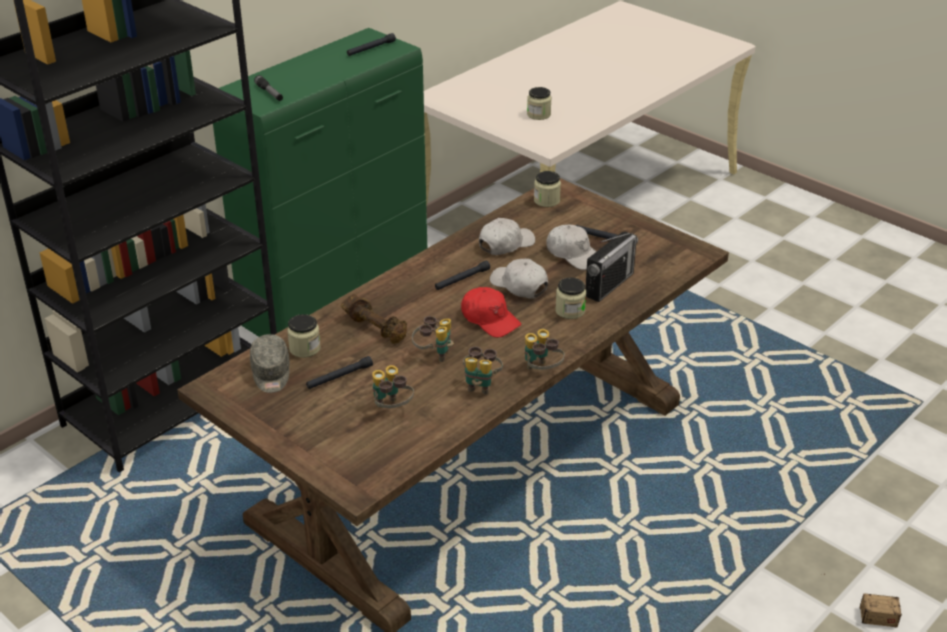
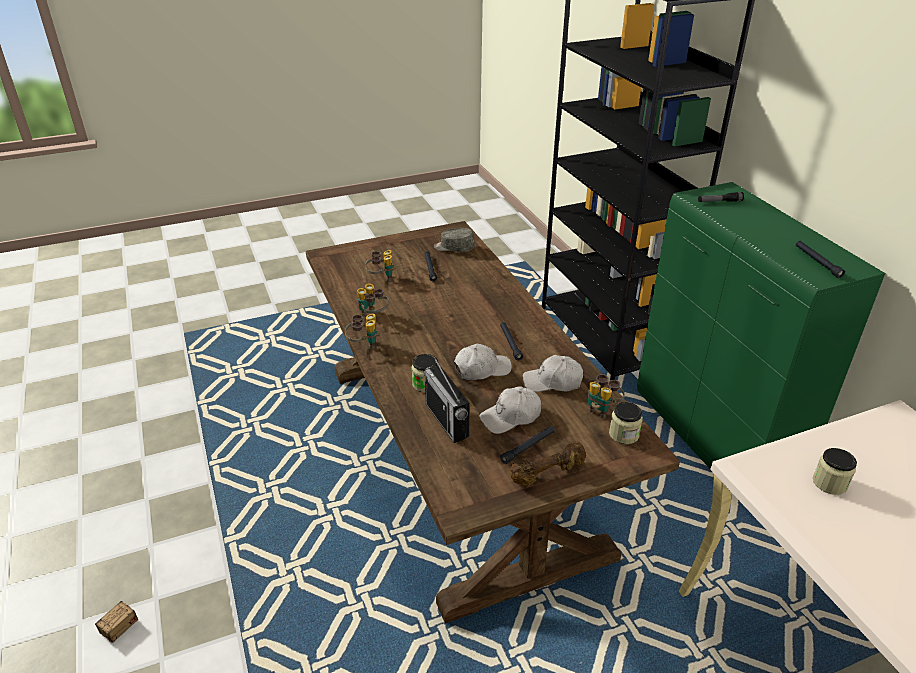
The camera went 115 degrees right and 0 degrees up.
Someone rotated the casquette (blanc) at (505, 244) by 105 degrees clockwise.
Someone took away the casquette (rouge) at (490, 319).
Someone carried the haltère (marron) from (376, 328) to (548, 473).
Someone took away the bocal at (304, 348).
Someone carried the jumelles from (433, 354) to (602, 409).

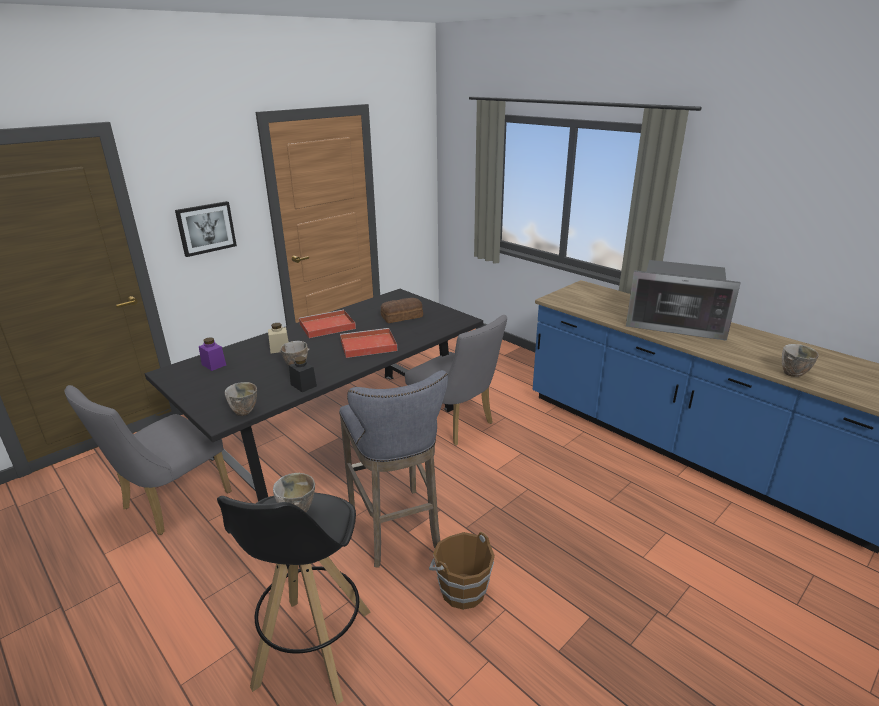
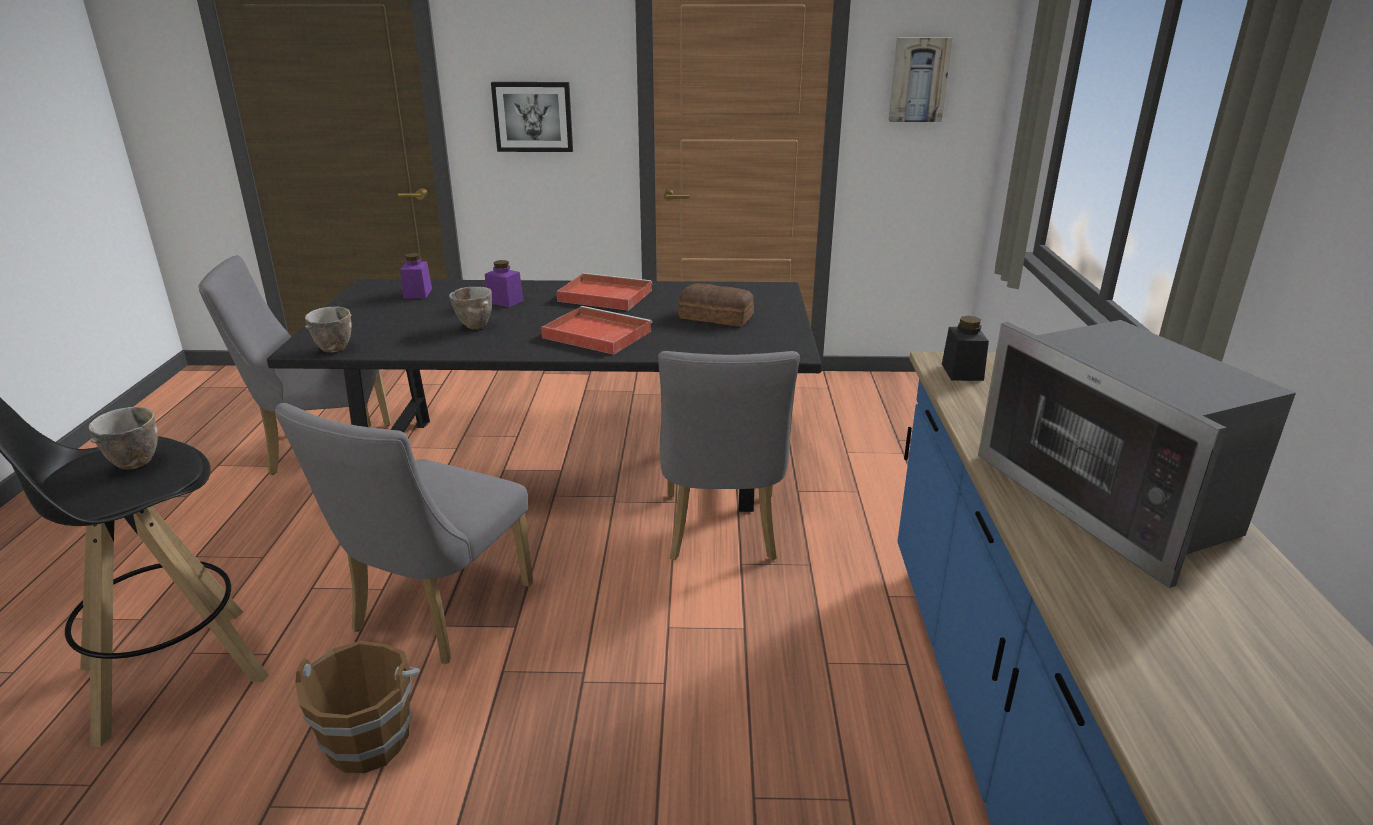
The camera went 45 degrees right and 0 degrees up.
Someone repainted the bocal (beige) at (280, 349), which became the bocal (violet) at (505, 301).
Someone took away the bol at (792, 374).
Someone carried the bocal (noir) from (303, 385) to (962, 372).
Someone swapped the tabouret (gris) at (396, 530) for the chaise (gris) at (434, 614).
Someone put up the tableau at (918, 80).

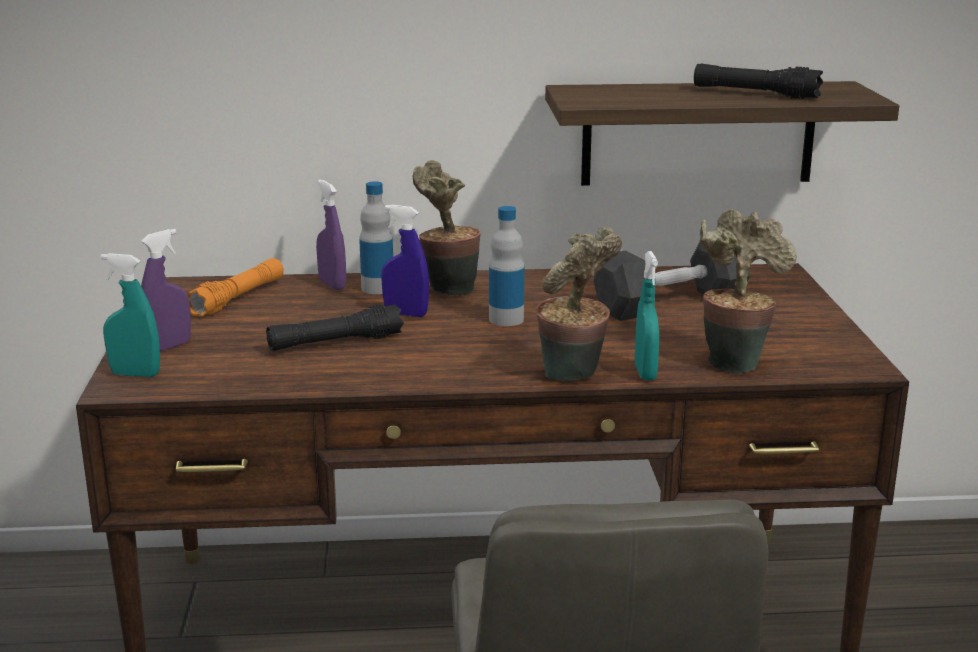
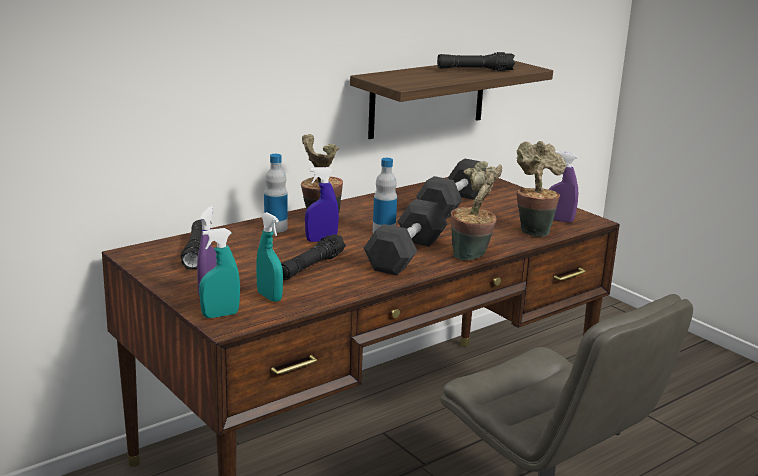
The camera went 35 degrees left and 0 degrees up.
Someone carried the vaporisateur (violet) from (332, 285) to (559, 220).
Someone carried the vaporisateur (turquoise) from (645, 373) to (269, 297).
Someone repainted the lampe de poche (orange) at (238, 298), which became the lampe de poche (noir) at (196, 252).
Someone put down the haltère (noir) at (406, 255).

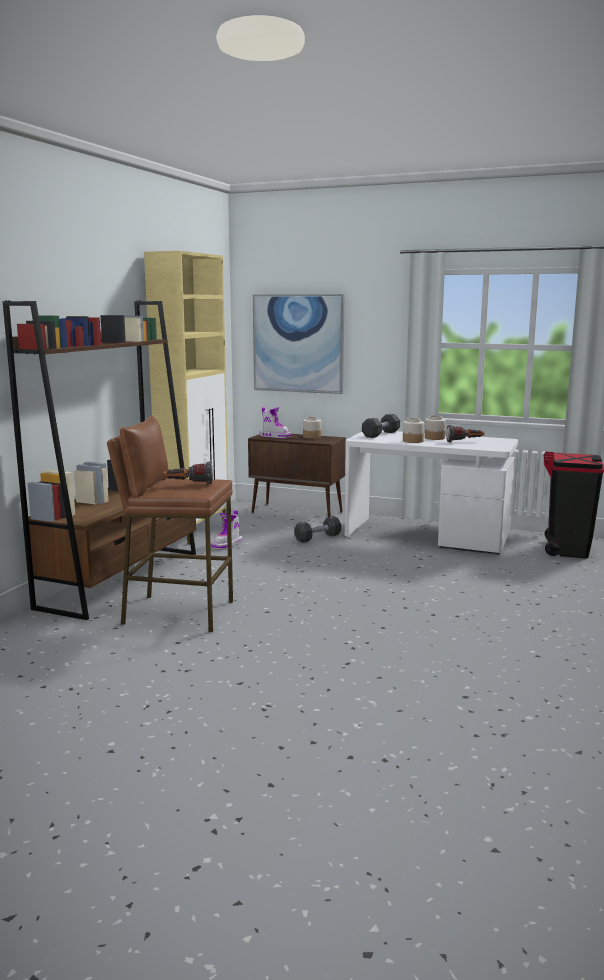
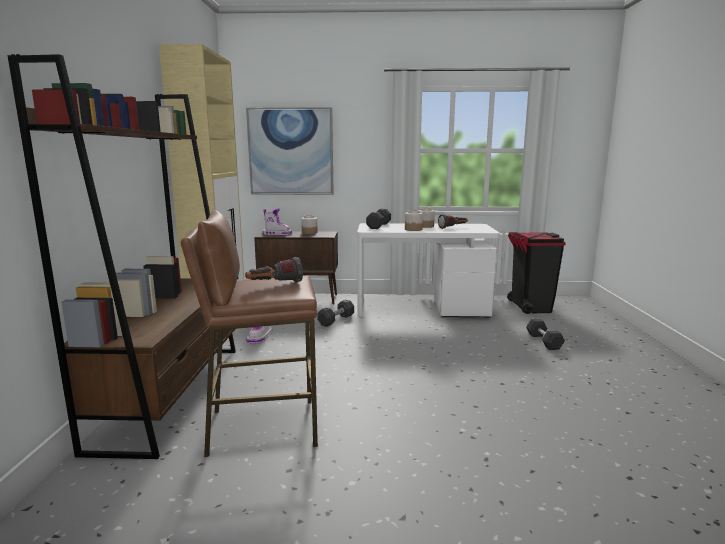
The camera went 20 degrees left and 0 degrees up.
Someone put down the haltère (gris) at (543, 341).

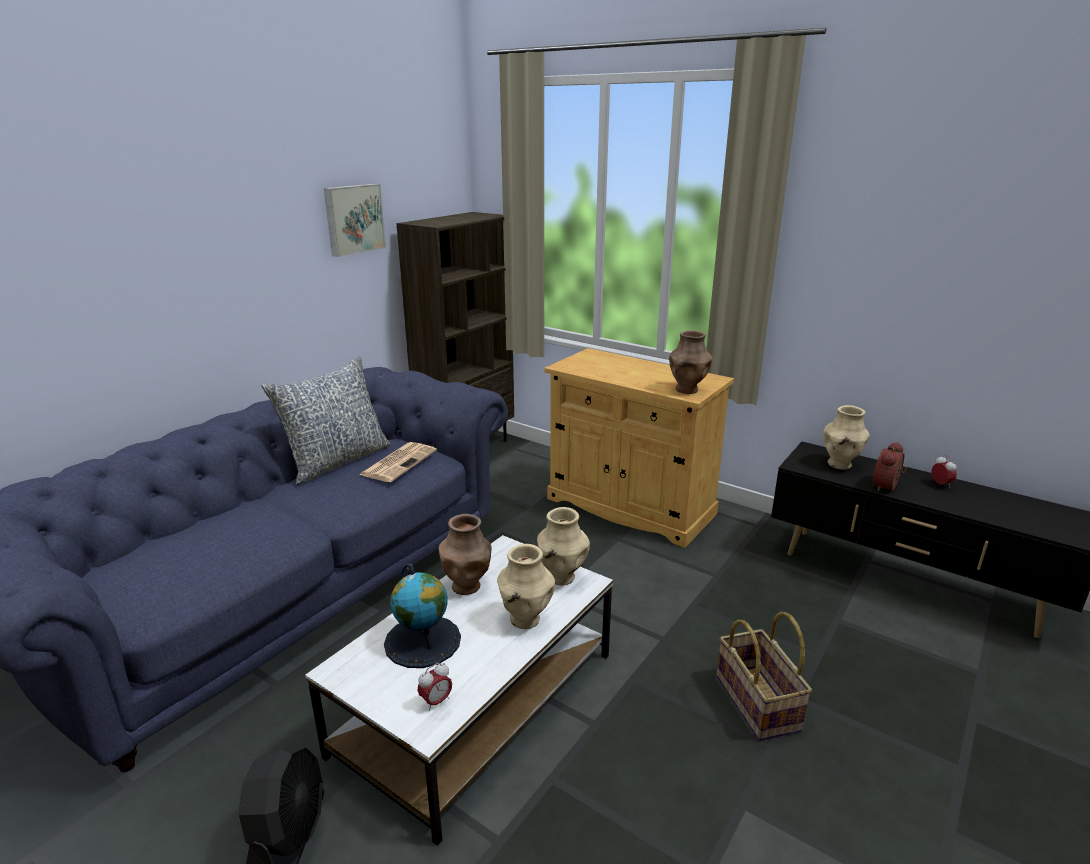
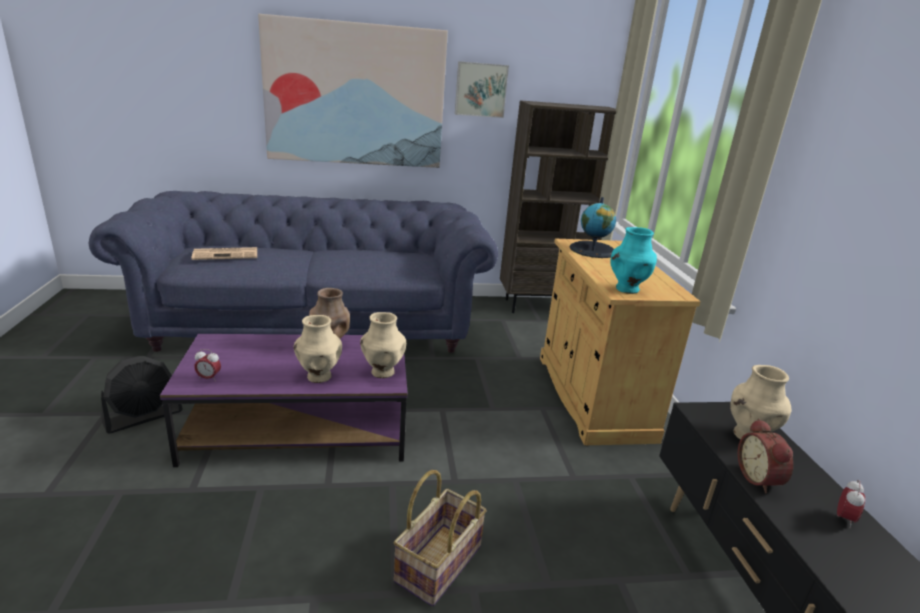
The camera went 45 degrees right and 0 degrees up.
Someone repainted the vase (marron) at (687, 390), which became the vase (turquoise) at (627, 289).
Someone took away the coussin at (337, 461).
Someone carried the journal from (399, 462) to (226, 254).
Someone rotated the réveil at (887, 487) by 90 degrees counterclockwise.
Someone repainted the table basse (blanc) at (478, 701), which became the table basse (violet) at (301, 427).
Someone carried the globe from (423, 641) to (593, 250).
Someone put up the tableau at (355, 95).

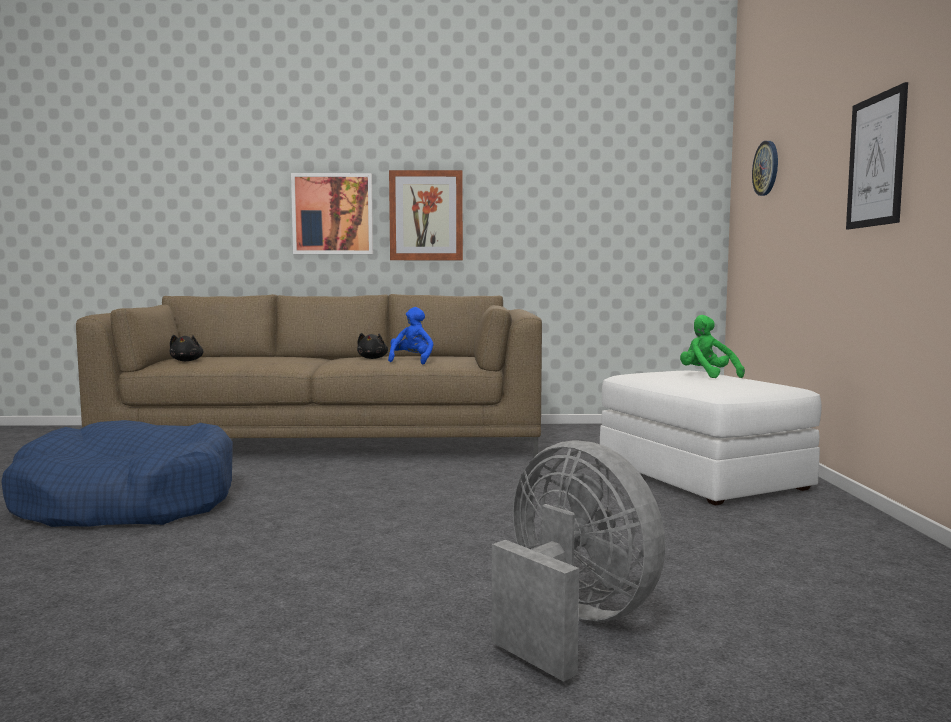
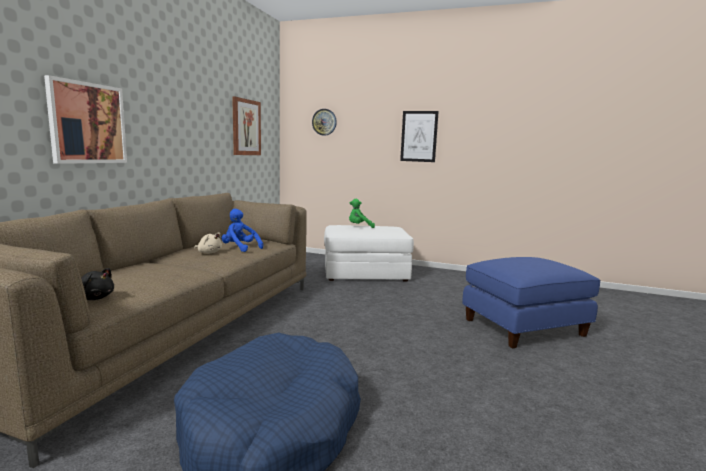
The camera went 70 degrees left and 5 degrees up.
Someone carried the tableau from (426, 216) to (246, 127).
Someone repainted the peluche (noir) at (373, 358), which became the peluche (beige) at (209, 252).
Someone swapped the ventilateur (gris) at (571, 624) for the pouf (bleu) at (524, 328).

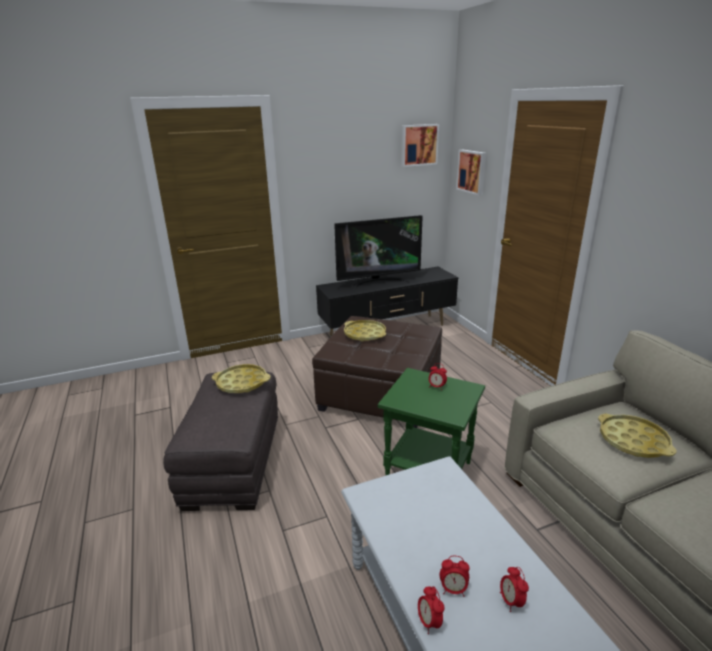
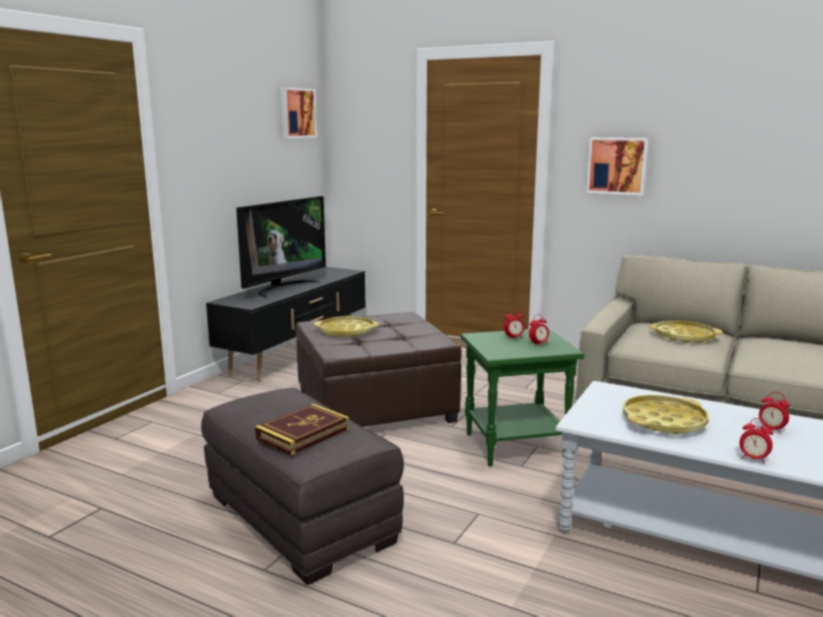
The camera went 40 degrees left and 10 degrees down.
Someone carried the tableau from (472, 171) to (617, 165).
Someone carried the plateau (jaune) from (242, 383) to (663, 421).
Someone carried the réveil from (453, 589) to (538, 344).
Someone put down the livre at (303, 433).

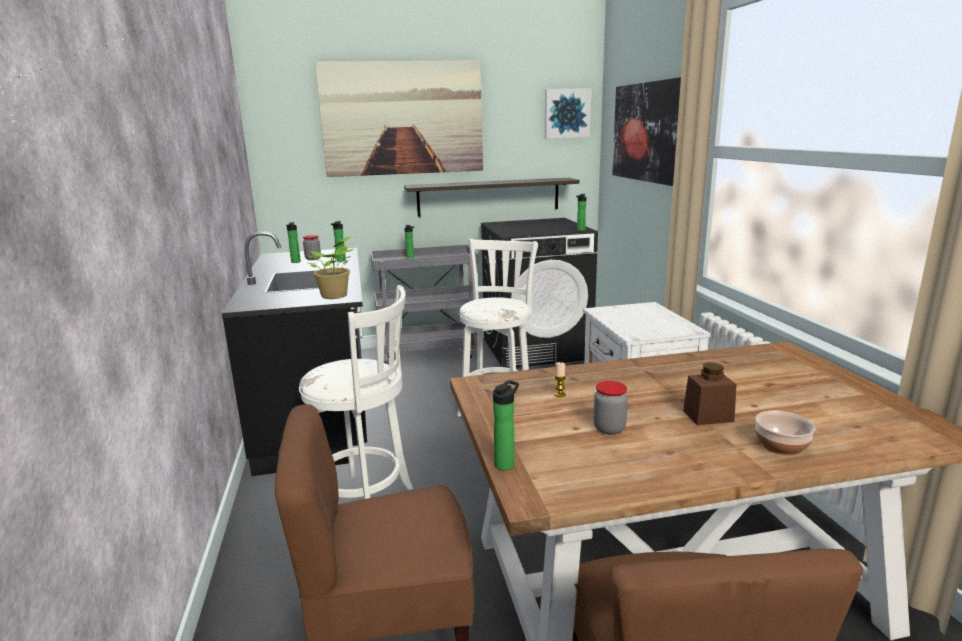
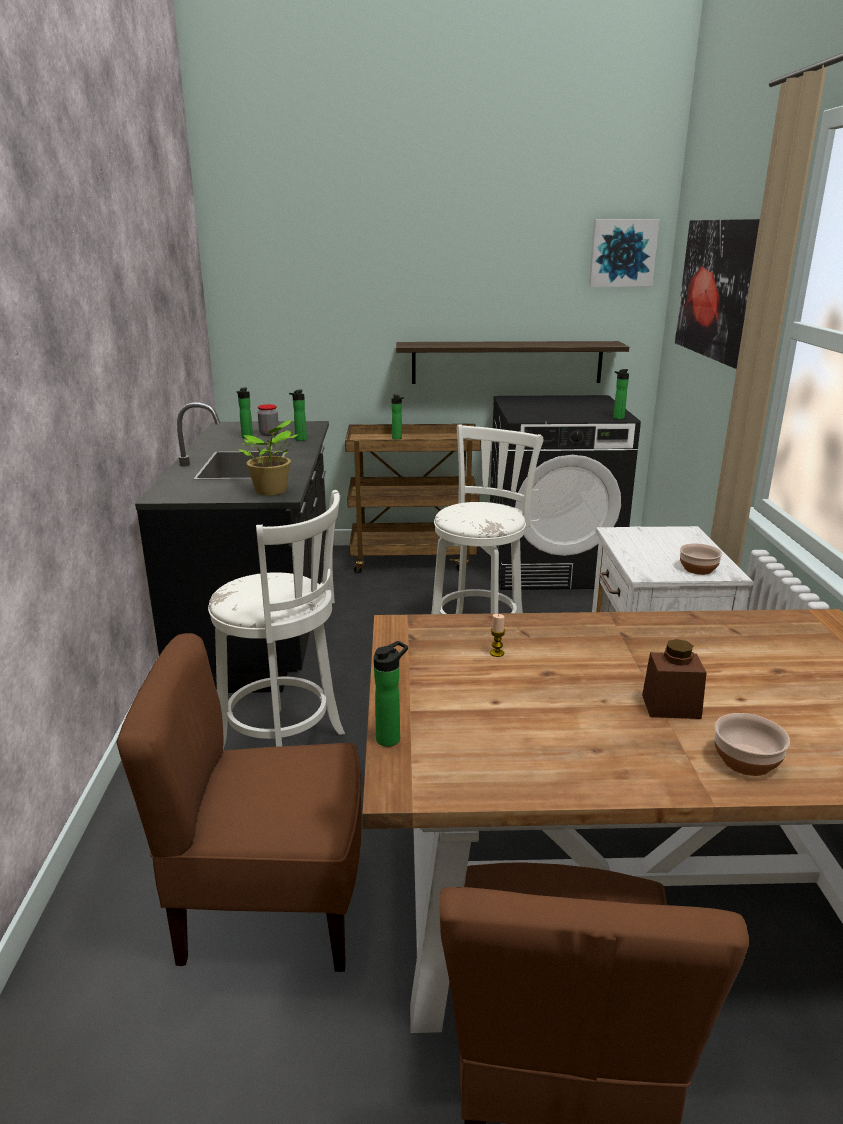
The camera went 10 degrees right and 5 degrees up.
Someone took away the tableau at (402, 119).
Someone repainted the chariot (gris) at (429, 353), which became the chariot (marron) at (414, 559).
Someone took away the bocal at (609, 428).
Someone put down the bol at (697, 569).

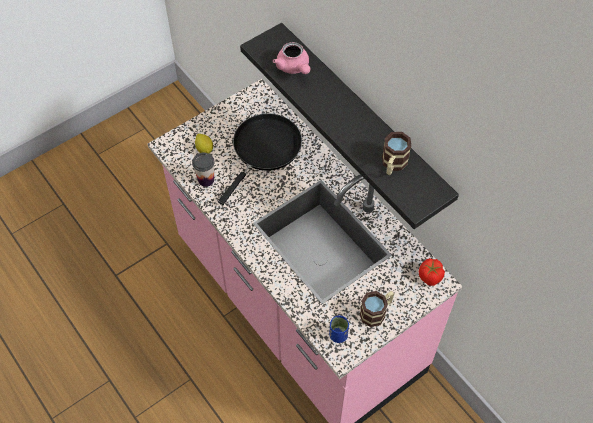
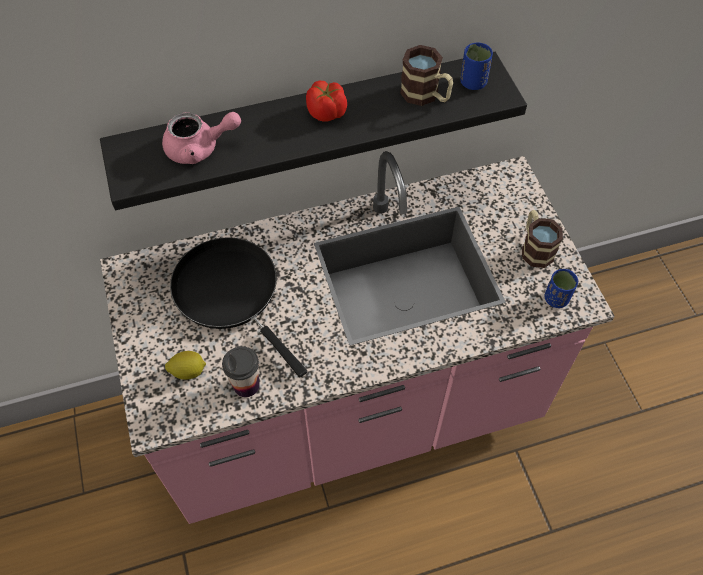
The camera went 70 degrees left and 0 degrees up.
Someone carried the tomate from (430, 276) to (327, 112).
Someone put down the tasse (bleu) at (473, 82).

